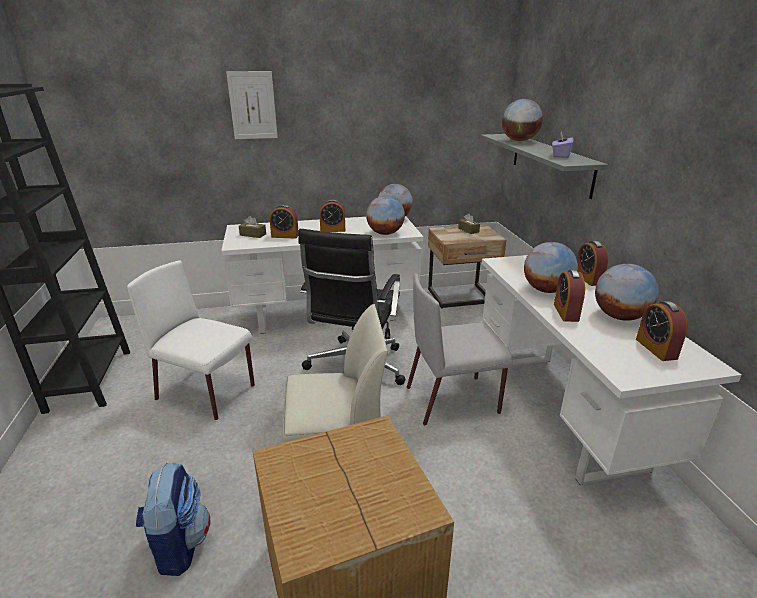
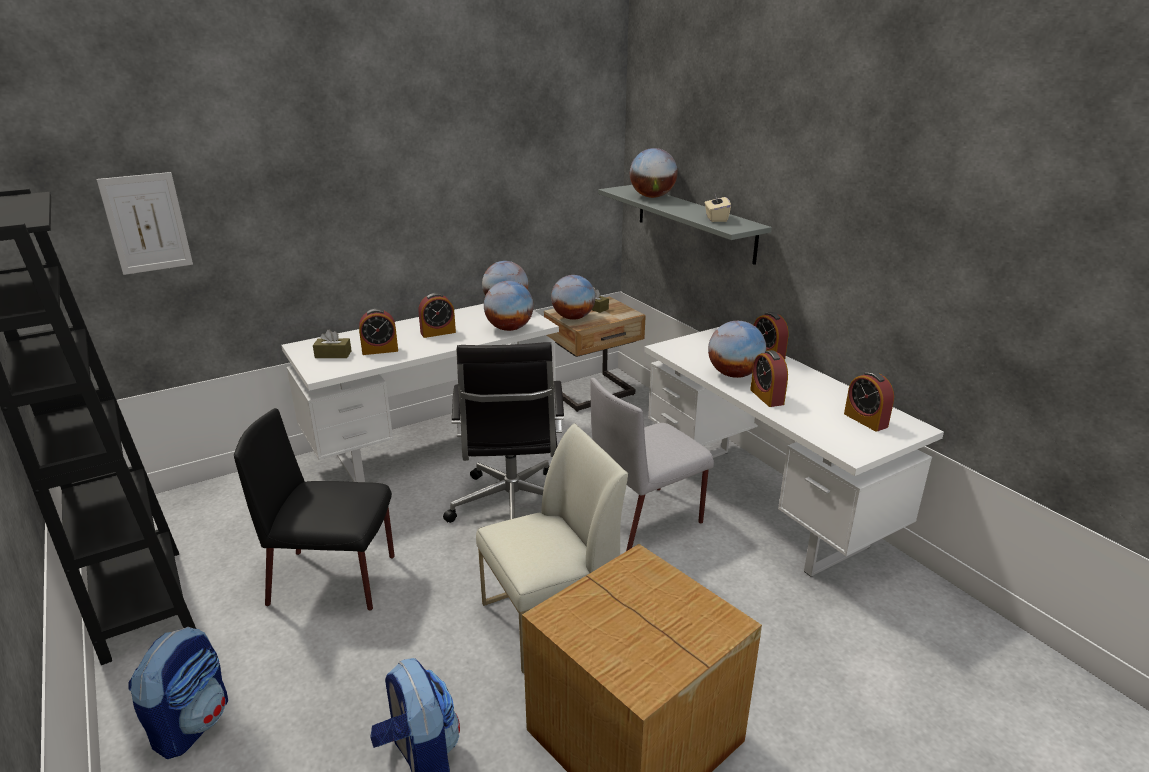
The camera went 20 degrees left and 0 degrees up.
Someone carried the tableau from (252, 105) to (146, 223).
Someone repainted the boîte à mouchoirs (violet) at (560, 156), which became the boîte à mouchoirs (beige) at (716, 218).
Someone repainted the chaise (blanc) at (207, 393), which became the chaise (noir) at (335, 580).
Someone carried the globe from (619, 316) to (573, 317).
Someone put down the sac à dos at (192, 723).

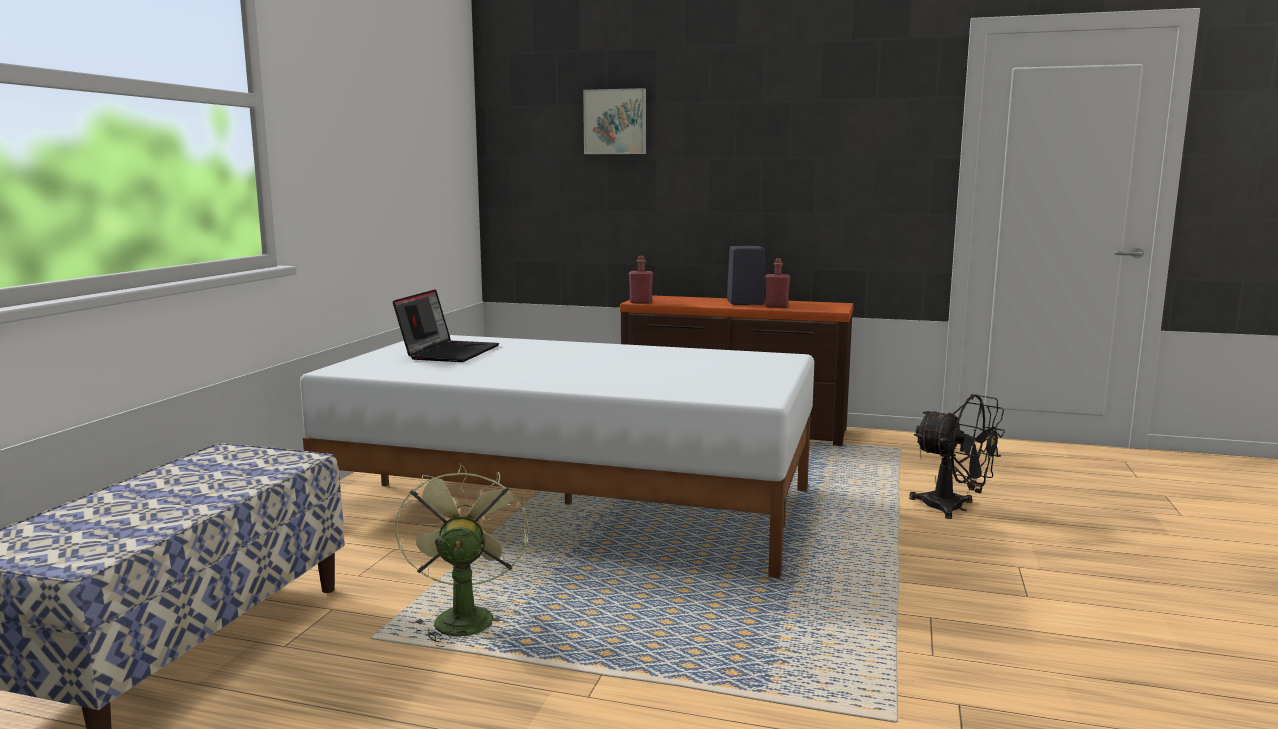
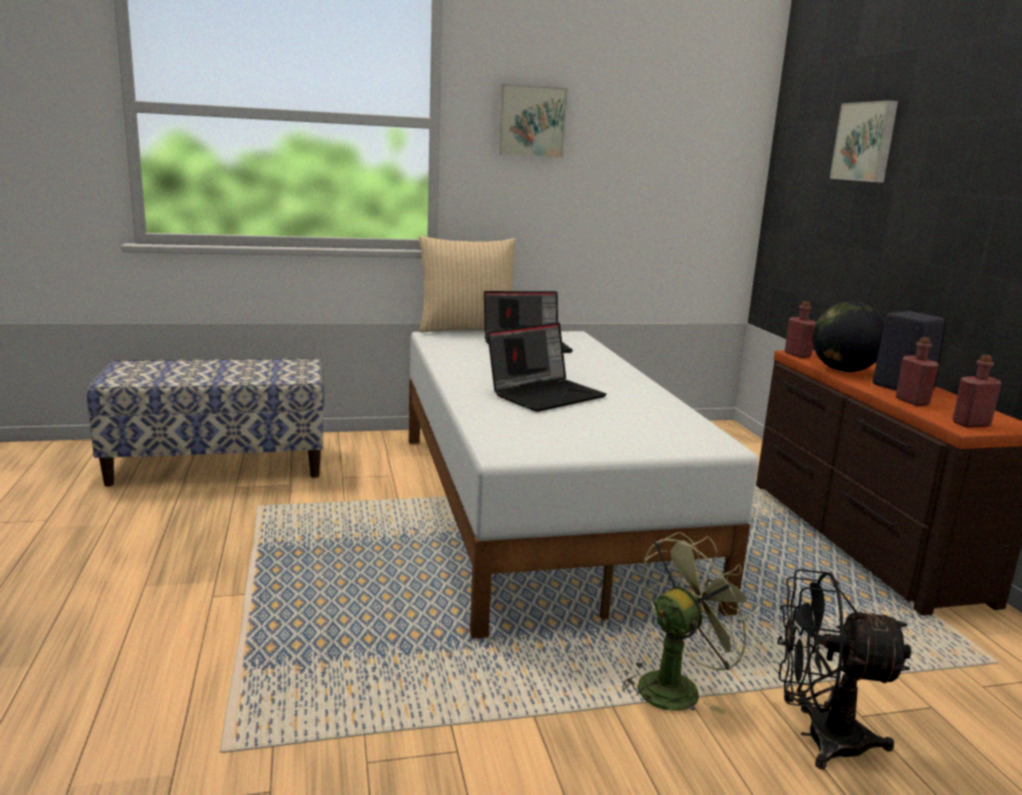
The camera went 60 degrees right and 5 degrees up.
Someone rotated the ventilateur (noir) at (954, 508) by 90 degrees clockwise.
Someone carried the ventilateur (vert) from (462, 616) to (676, 685).
Someone put up the tableau at (530, 121).
Someone put down the coussin (beige) at (467, 329).
Someone put down the globe at (843, 370).
Someone put down the ordinateur portable at (546, 394).
Someone put down the bouteille (rouge) at (971, 424).

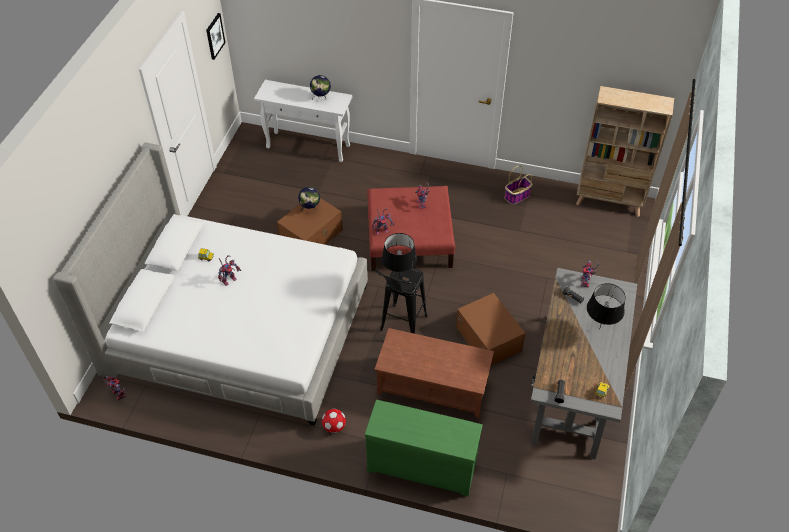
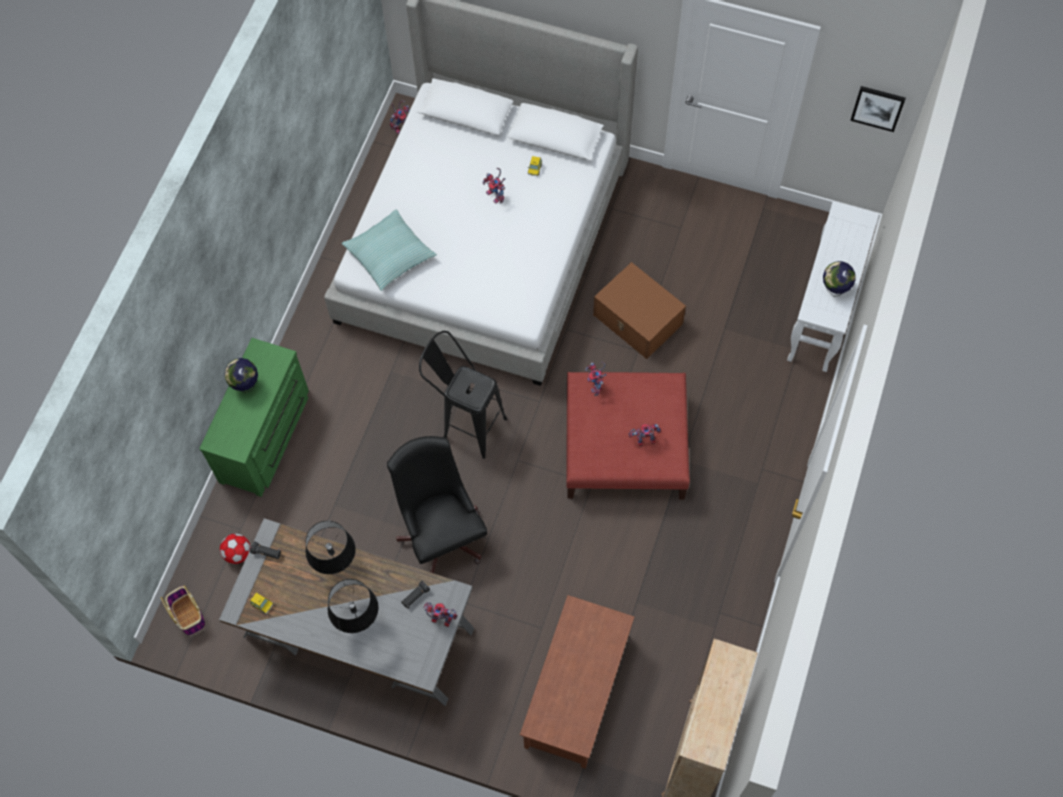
The camera went 95 degrees right and 15 degrees up.
Someone carried the panier from (517, 196) to (188, 614).
Someone carried the globe from (310, 209) to (246, 385).
Someone carried the lampe de table (noir) from (399, 278) to (336, 565).
Someone swapped the boîte de rangement (marron) at (488, 338) for the chaise de bureau (noir) at (441, 532).
Someone carried the table basse (marron) from (432, 387) to (575, 690).
Someone carried the ballon de foot from (334, 426) to (238, 553).
Someone put down the coussin at (389, 254).

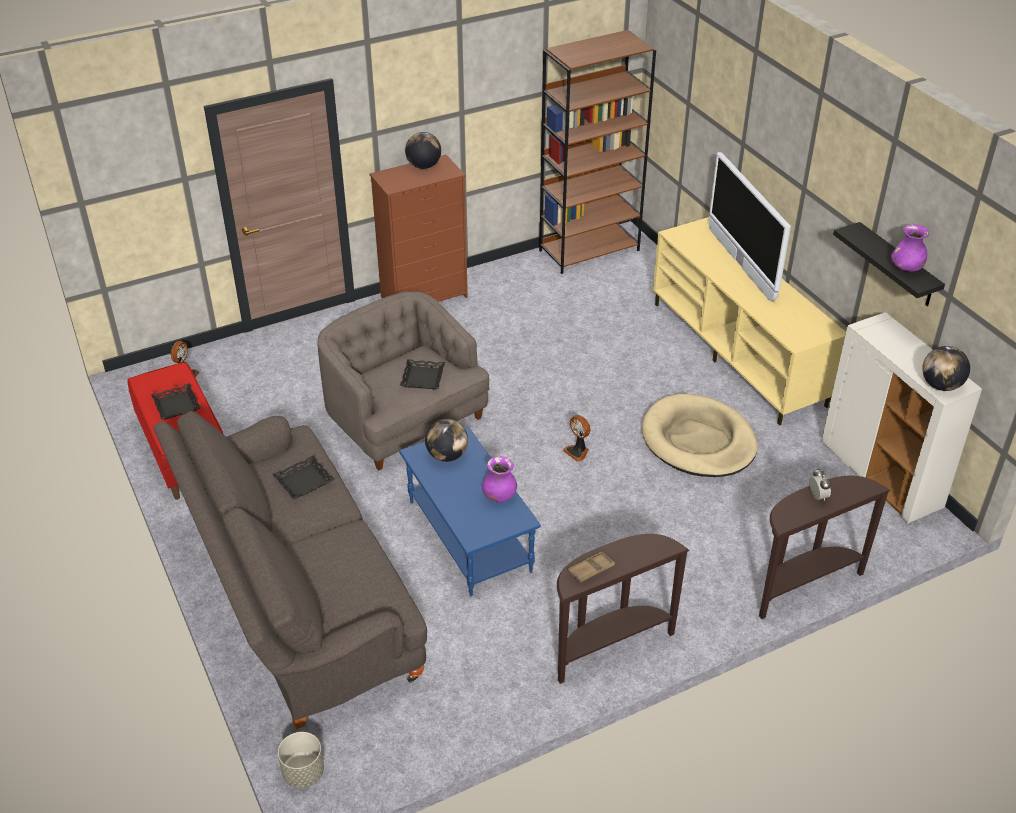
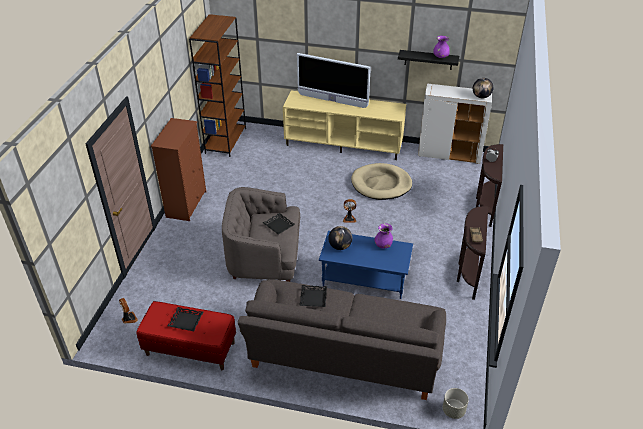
The camera went 50 degrees left and 0 degrees up.
Someone took away the globe at (424, 166).

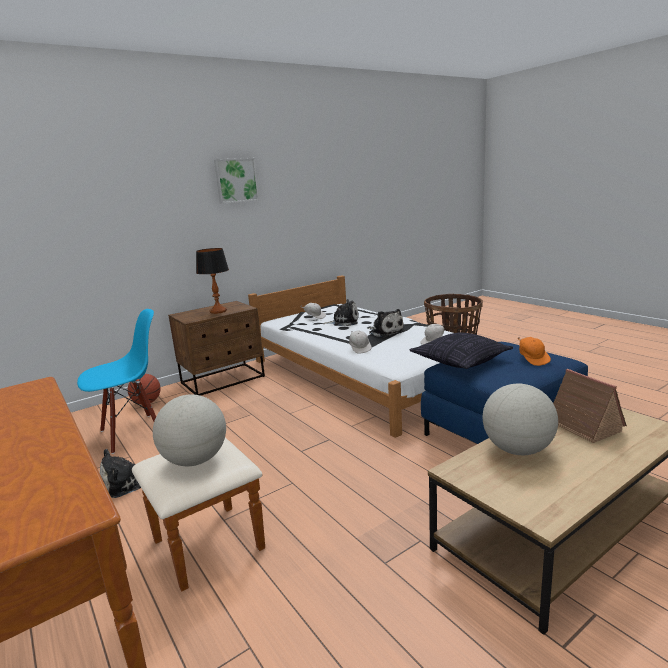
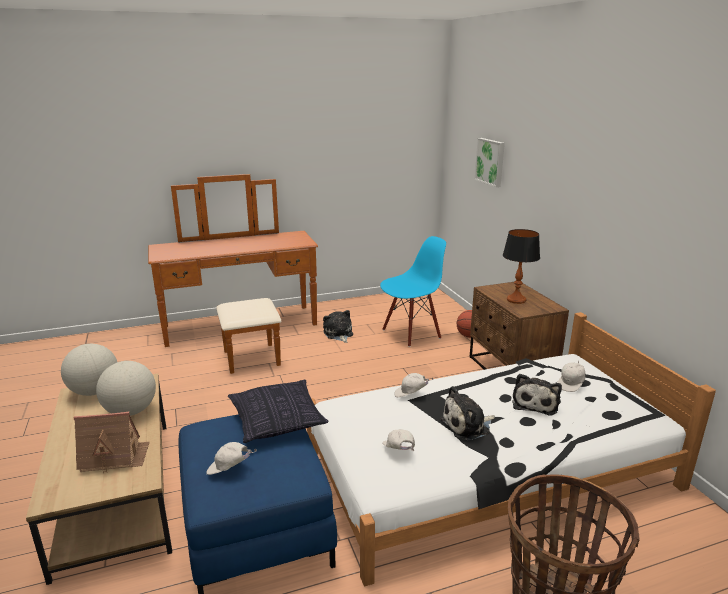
The camera went 105 degrees right and 5 degrees up.
Someone carried the tableau from (236, 180) to (491, 161).
Someone rotated the chaise (bleu) at (133, 433) by 105 degrees counterclockwise.
Someone repainted the casquette (orange) at (533, 359), which became the casquette (blanc) at (229, 469).
Someone carried the globe from (195, 460) to (94, 391).

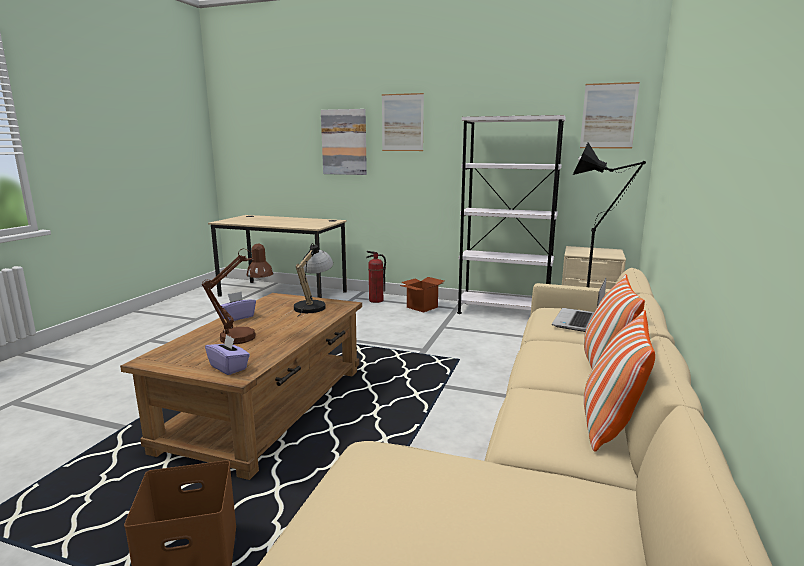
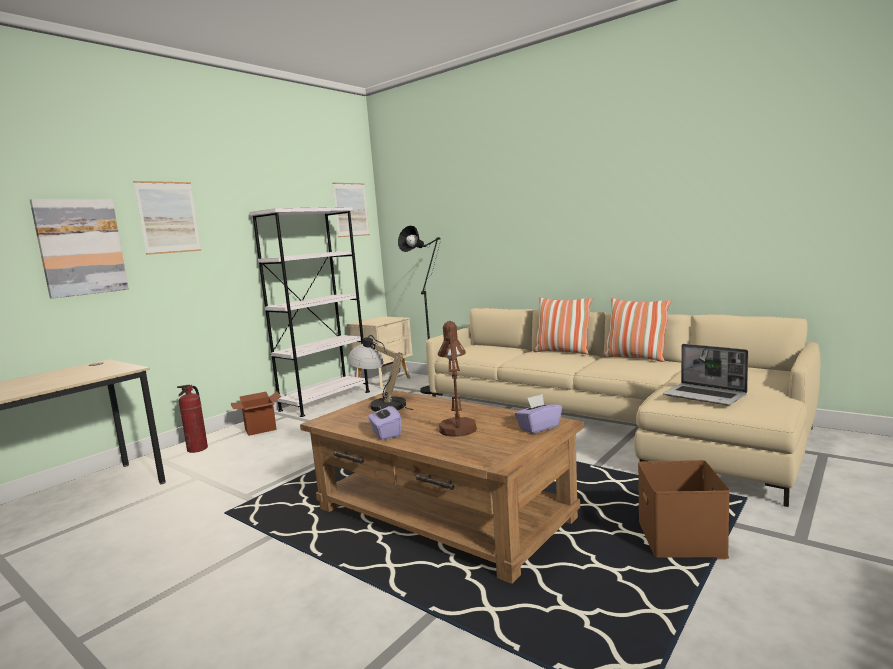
The camera went 70 degrees left and 5 degrees down.
Someone carried the ordinateur portable from (578, 322) to (705, 396).

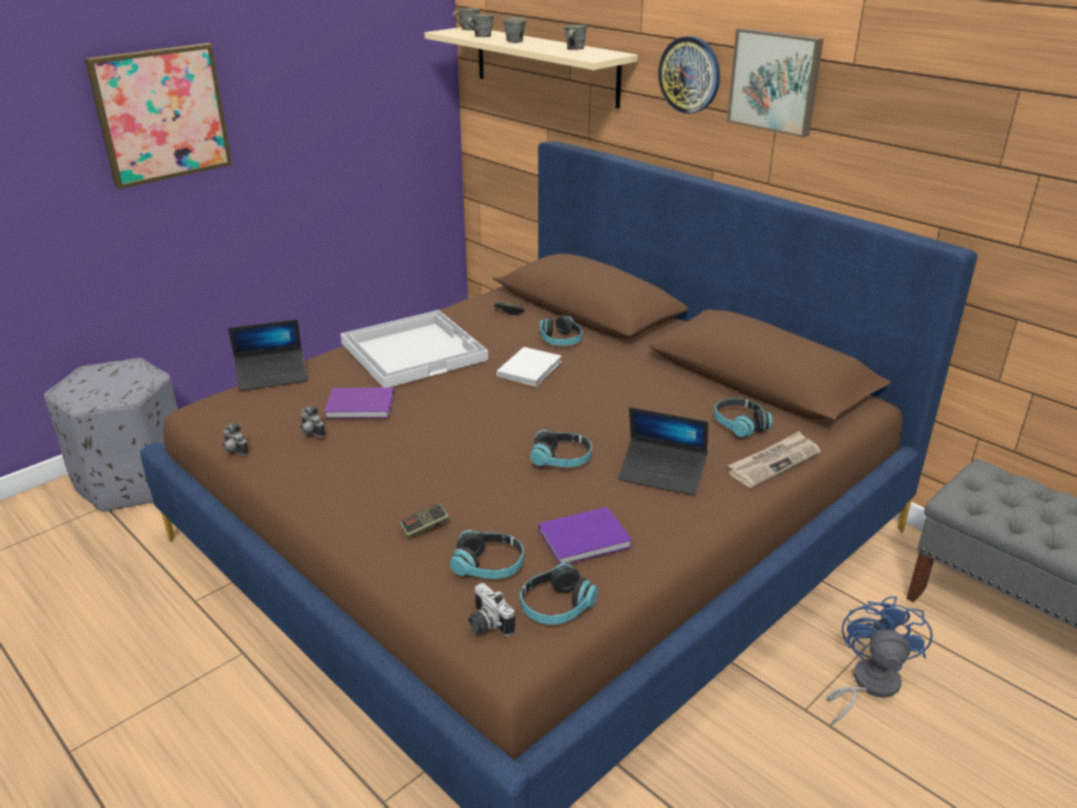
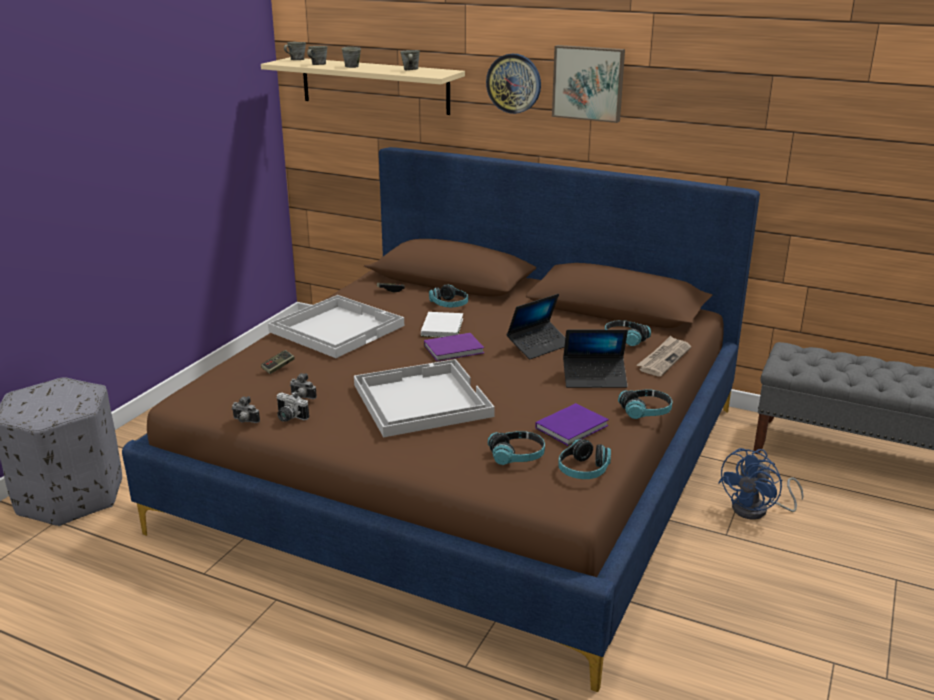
The camera went 20 degrees left and 5 degrees down.
Someone took away the tableau at (161, 114).
Someone carried the ordinateur portable from (272, 376) to (539, 346).
Someone carried the livre (violet) from (362, 406) to (455, 349).
Someone carried the casque audio from (561, 459) to (645, 411).
Someone carried the manette from (425, 527) to (278, 367).
Someone carried the appareil photo from (486, 624) to (288, 417).
Someone rotated the ventilateur (bleu) at (867, 685) by 135 degrees counterclockwise.
Someone put down the plateau (blanc) at (420, 400).

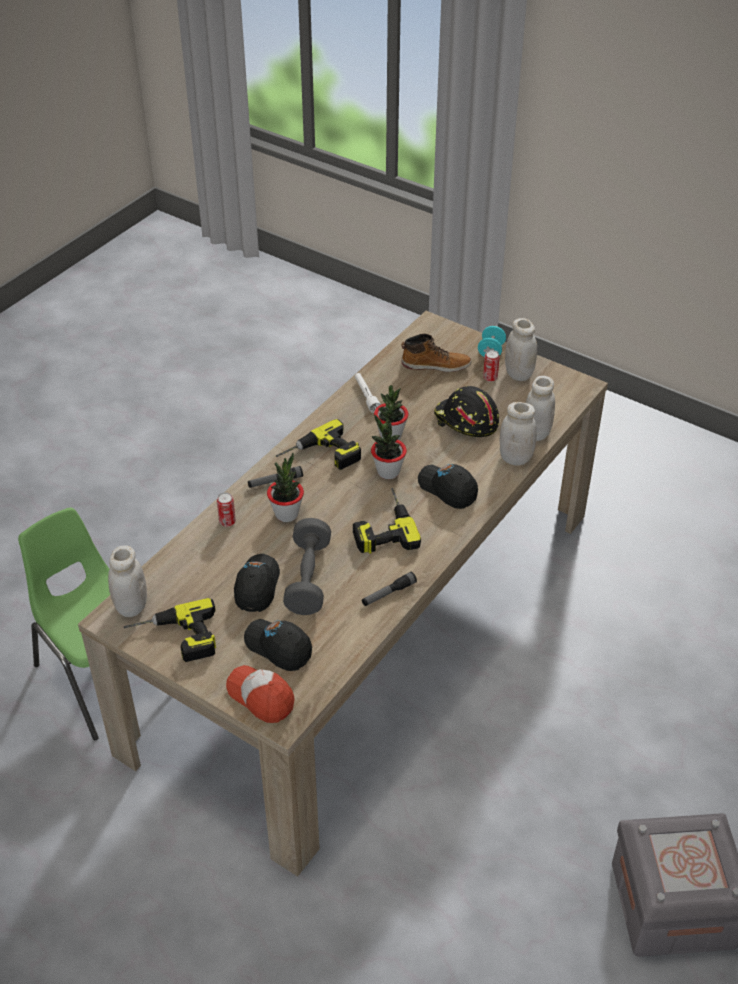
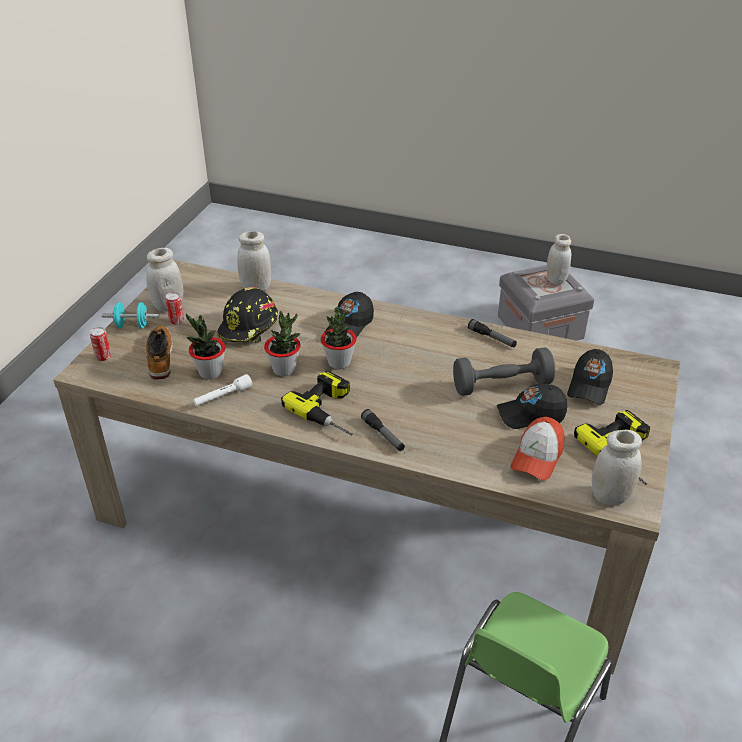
The camera went 105 degrees left and 5 degrees down.
Someone carried the bocal (blanc) from (515, 458) to (556, 280).
Someone carried the plante en pot from (286, 514) to (210, 372).
Someone took away the perceuse at (381, 526).
Someone carried the boîte métallique from (227, 521) to (103, 357).
Someone carried the casquette from (261, 697) to (537, 457).

